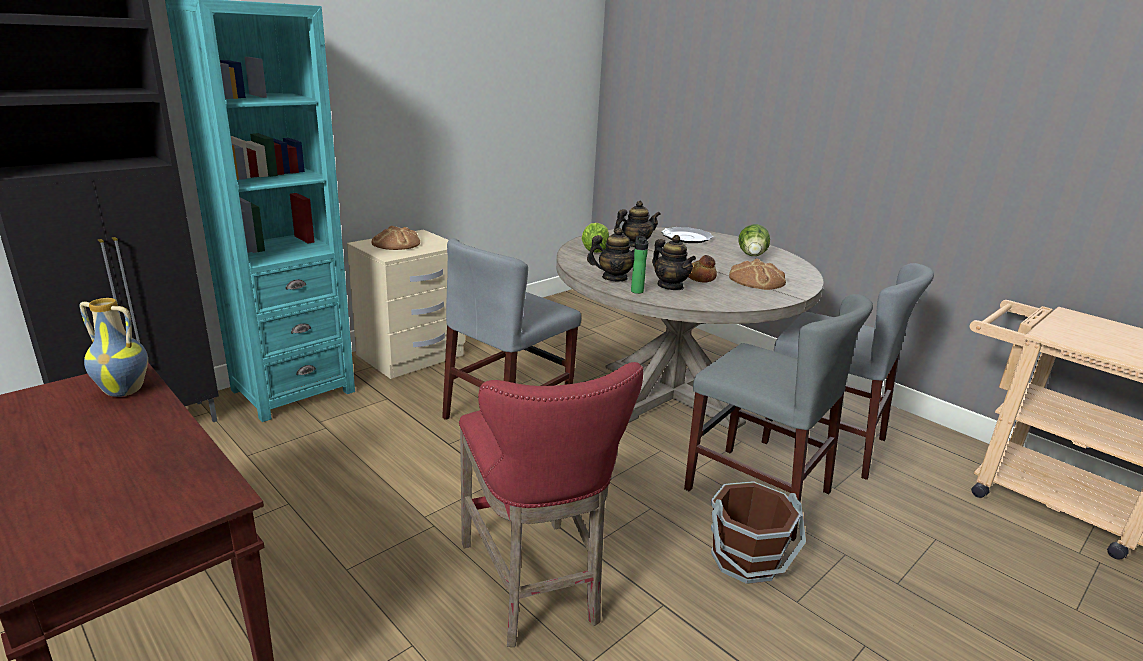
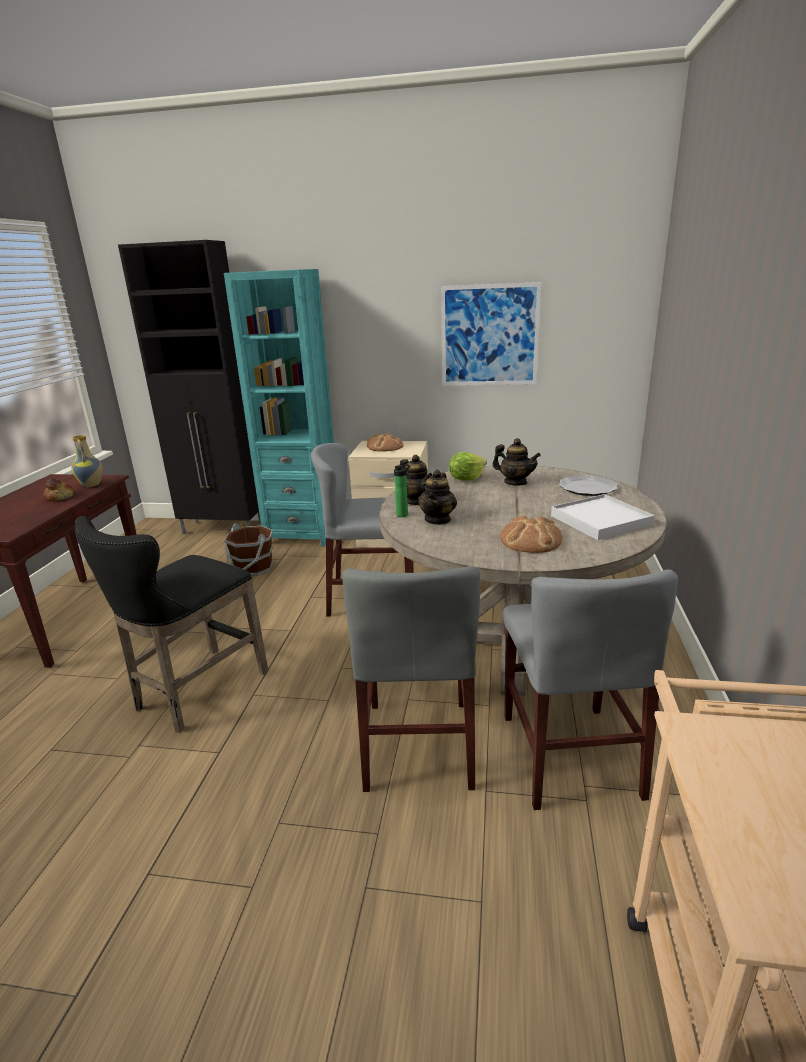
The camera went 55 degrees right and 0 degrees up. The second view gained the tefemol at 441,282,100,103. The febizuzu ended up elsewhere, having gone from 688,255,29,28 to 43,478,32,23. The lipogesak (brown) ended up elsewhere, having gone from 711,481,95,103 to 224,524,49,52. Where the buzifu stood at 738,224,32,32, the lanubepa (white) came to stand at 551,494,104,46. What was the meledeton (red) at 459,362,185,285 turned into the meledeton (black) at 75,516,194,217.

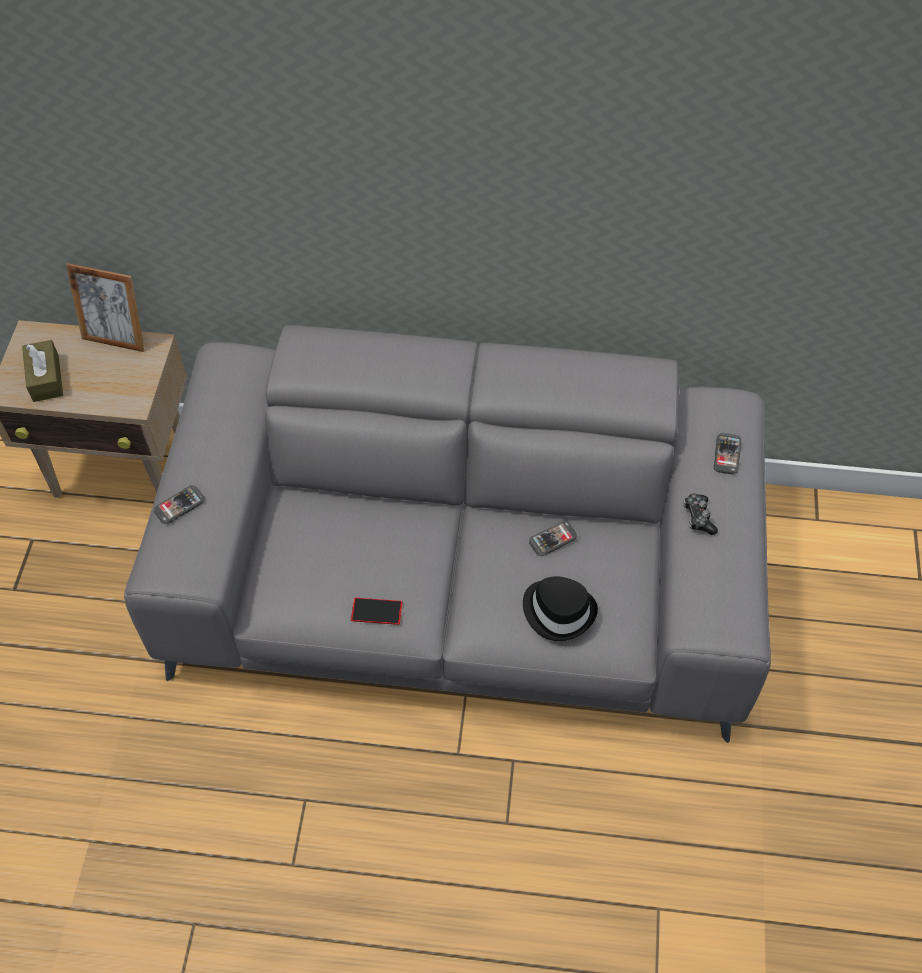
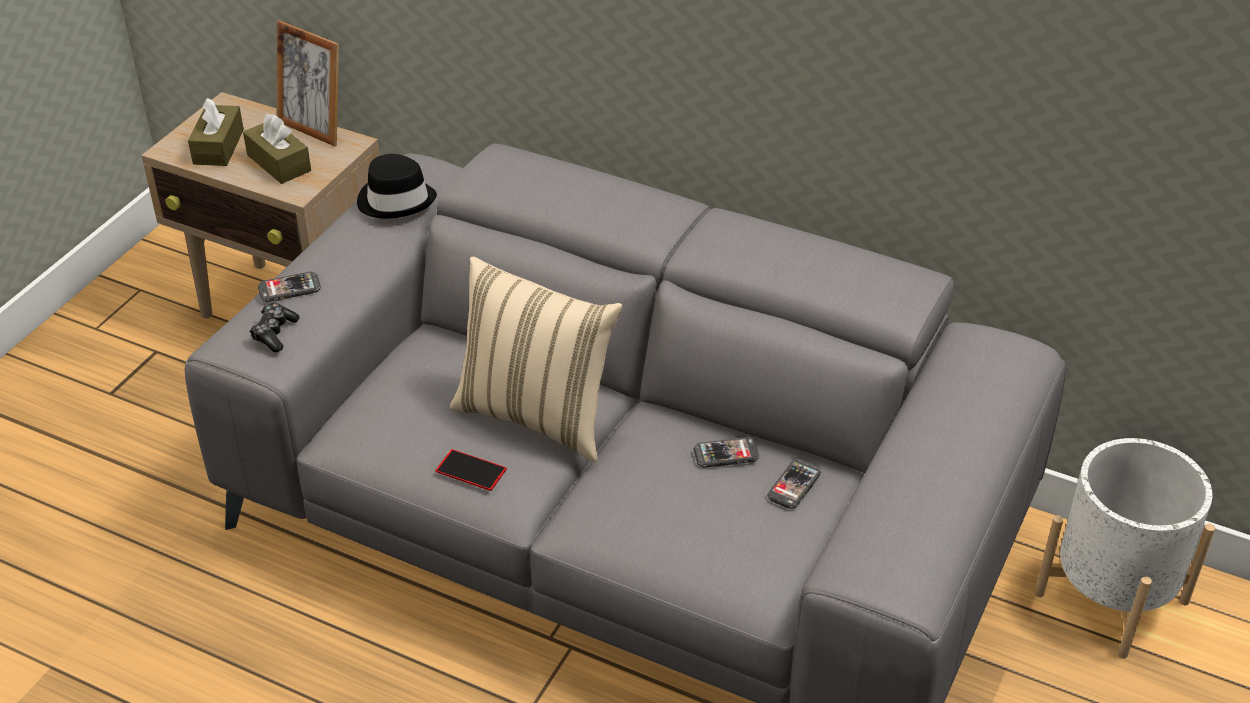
The camera went 20 degrees right and 15 degrees down. The second view gained the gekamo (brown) at 243,114,68,70. The second view gained the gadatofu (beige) at 450,256,172,206. The second view gained the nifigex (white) at 1034,438,181,221. The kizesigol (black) ended up elsewhere, having gone from 523,576,75,65 to 357,154,80,65. The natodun ended up elsewhere, having gone from 683,494,35,41 to 249,303,51,49. The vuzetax ended up elsewhere, having gone from 714,433,27,42 to 767,459,54,50.

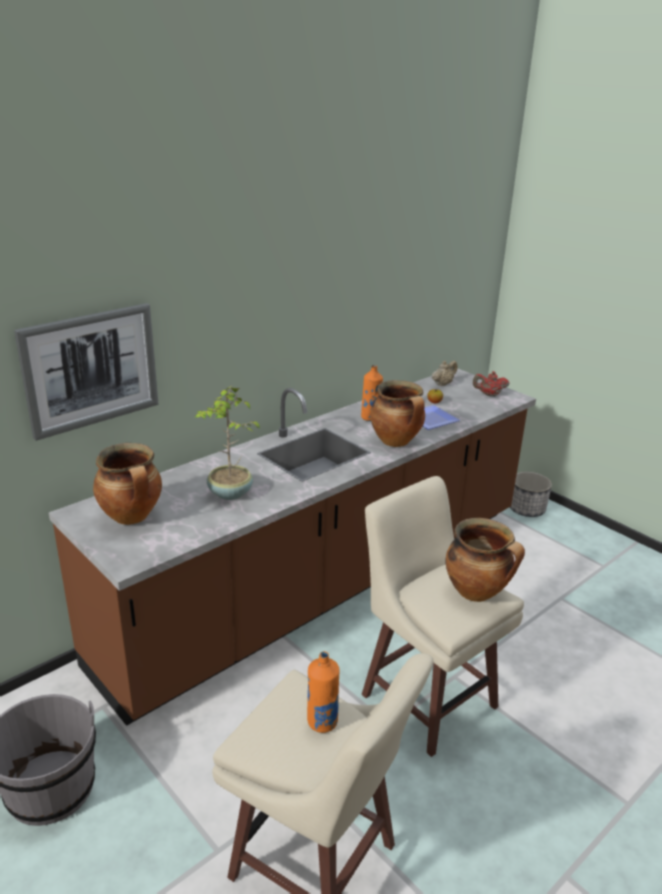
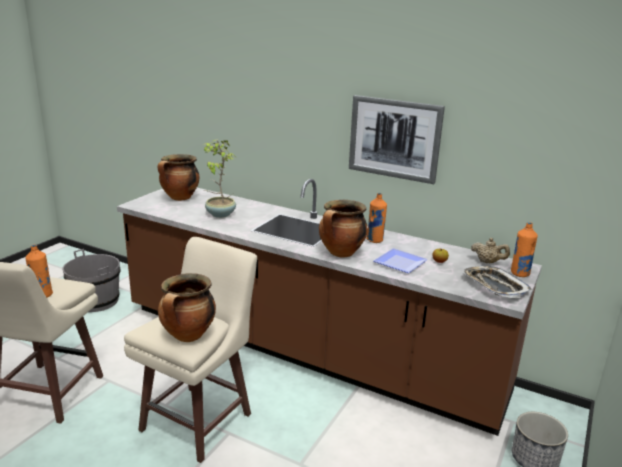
The camera went 70 degrees right and 5 degrees down. The second view gained the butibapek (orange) at 511,222,27,55. The tefemol ended up elsewhere, having gone from 14,303,145,138 to 349,95,96,89. Where the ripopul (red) stood at 473,371,36,26, the lanubepa came to stand at 462,266,70,32.

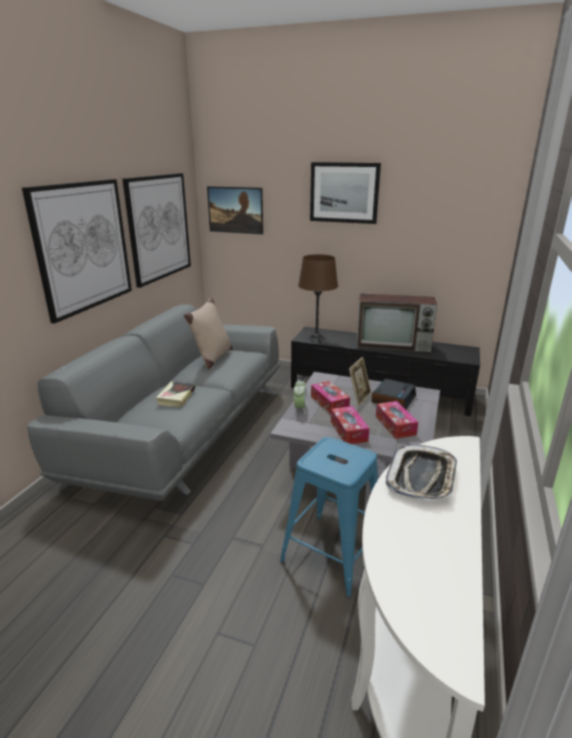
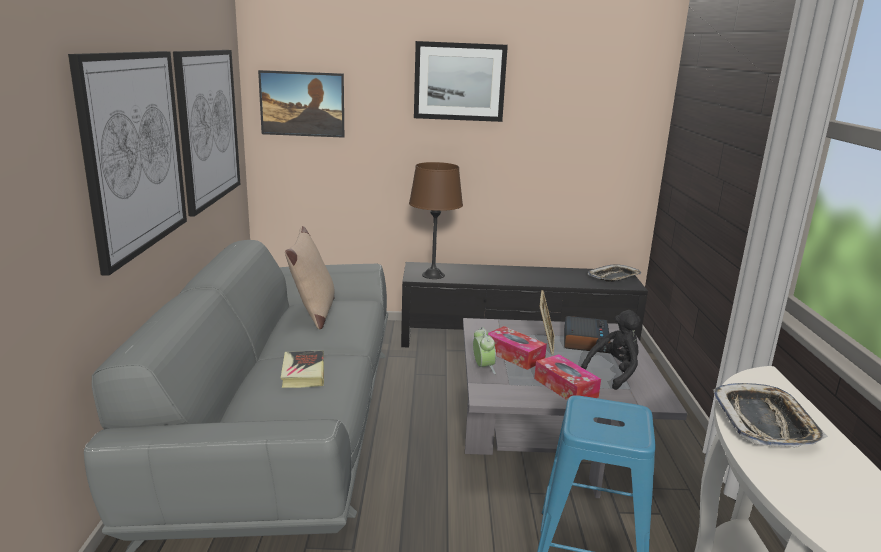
The camera went 20 degrees left and 5 degrees down. The second view lost the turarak at 356,293,81,59. The second view gained the lanubepa at 588,264,53,18. Where the gekamo stood at 376,401,42,38, the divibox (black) came to stand at 581,310,60,80.

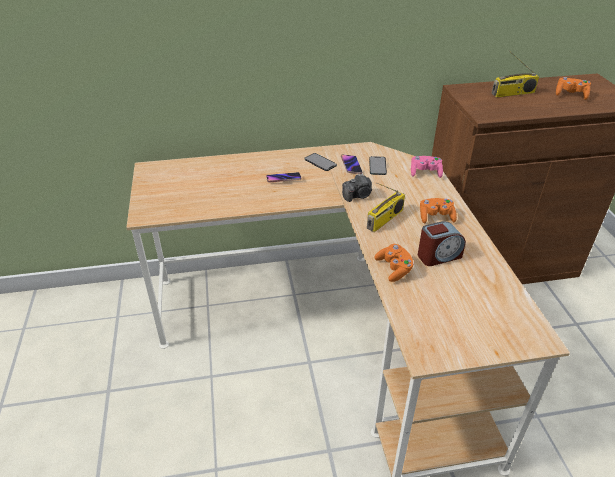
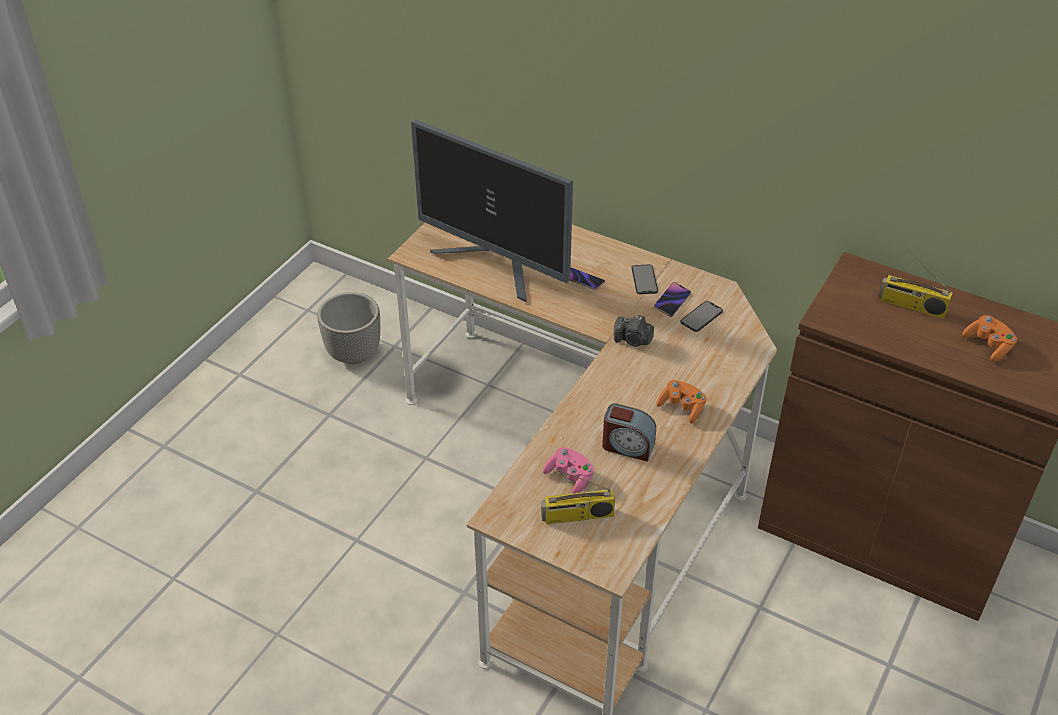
The camera went 40 degrees right and 5 degrees up. The second view lost the natodun (orange) at 375,244,39,38. The second view gained the nifigex at 317,292,63,72. The second view gained the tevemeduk at 411,119,162,184. The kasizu ended up elsewhere, having gone from 367,183,38,49 to 541,469,74,55. The natodun (pink) ended up elsewhere, having gone from 411,156,32,22 to 543,447,51,47.

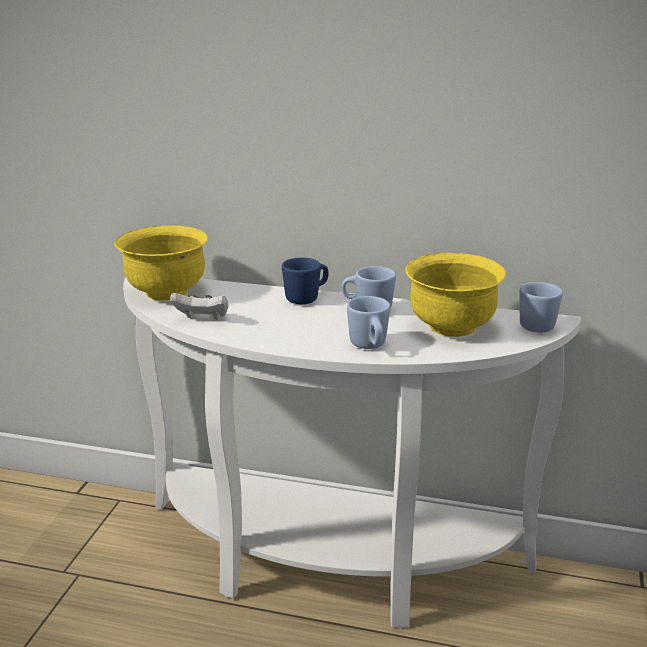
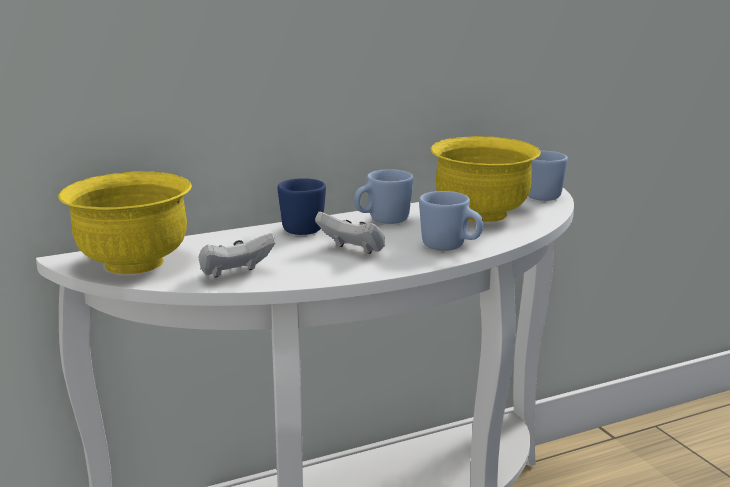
The camera went 40 degrees left and 5 degrees down. The second view gained the natodun (white) at 315,212,70,42.

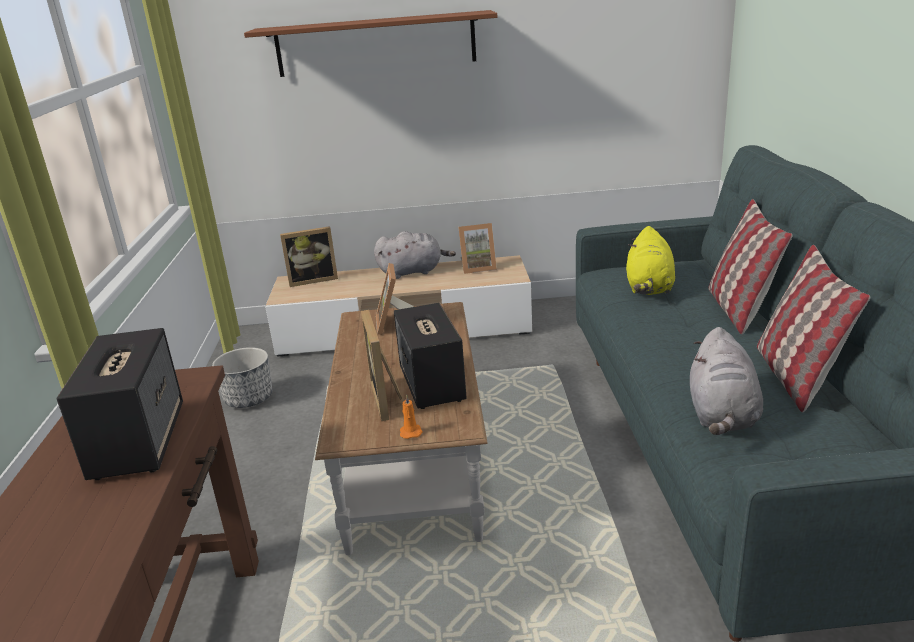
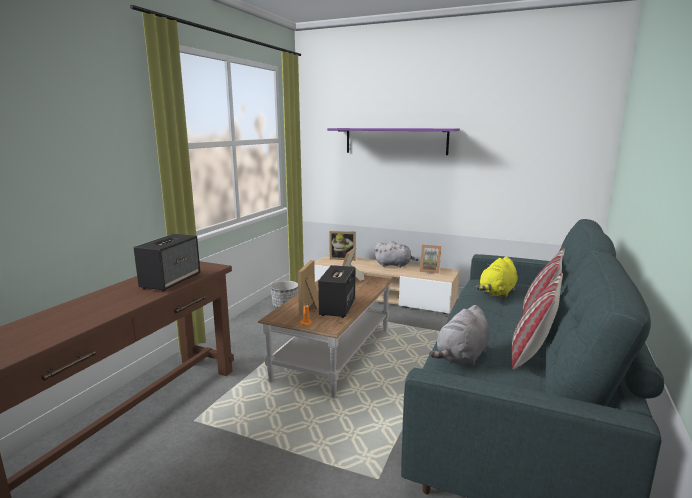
The camera went 25 degrees right and 10 degrees down. What was the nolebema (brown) at 244,10,253,67 turned into the nolebema (purple) at 327,128,133,27.

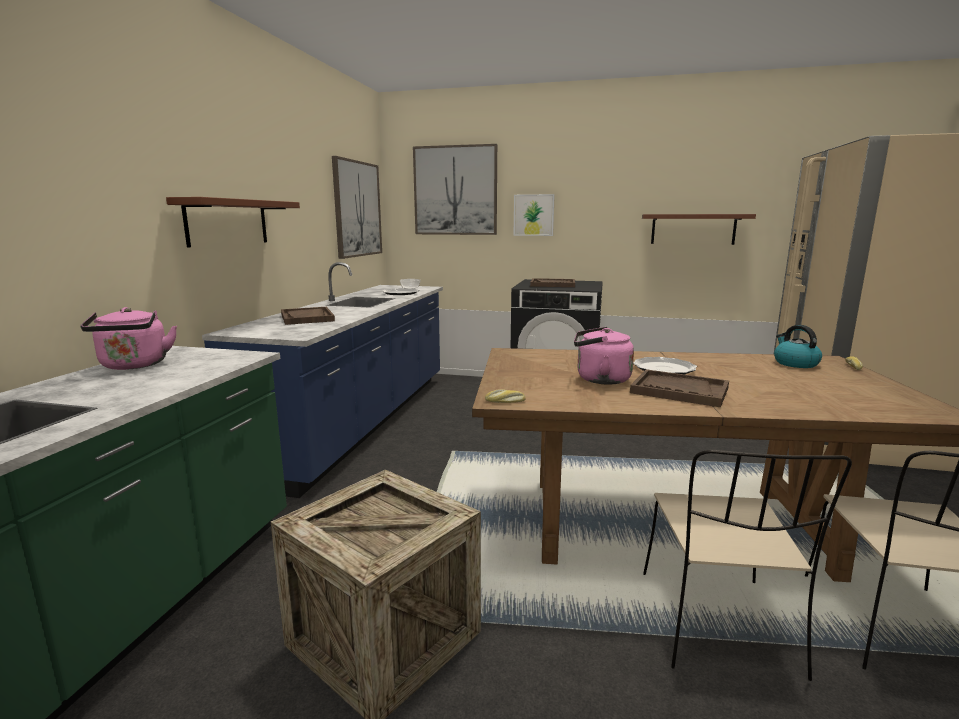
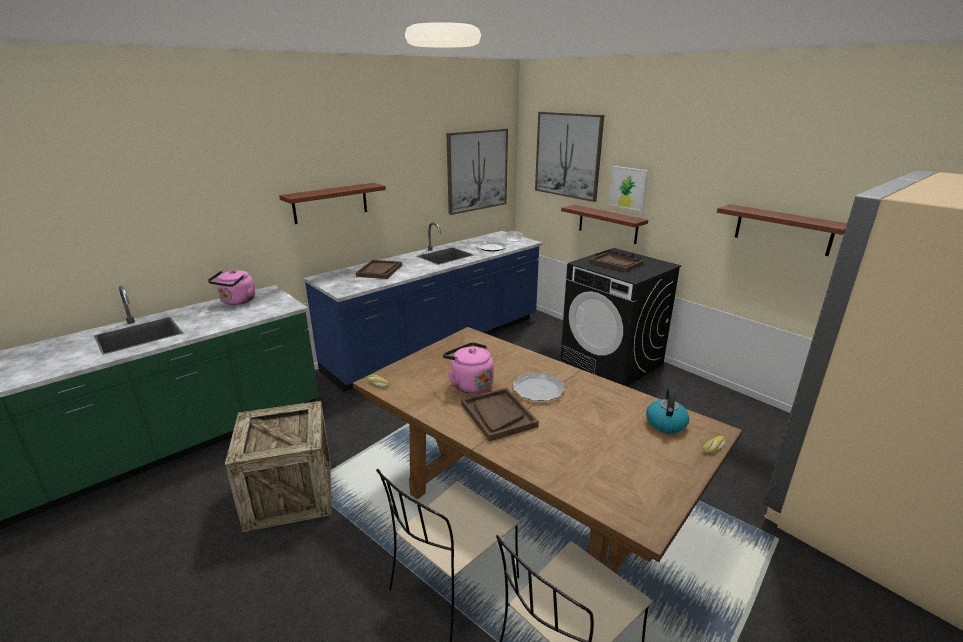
The camera went 35 degrees right and 10 degrees up. The second view gained the nolebema (brown) at 561,205,87,39.

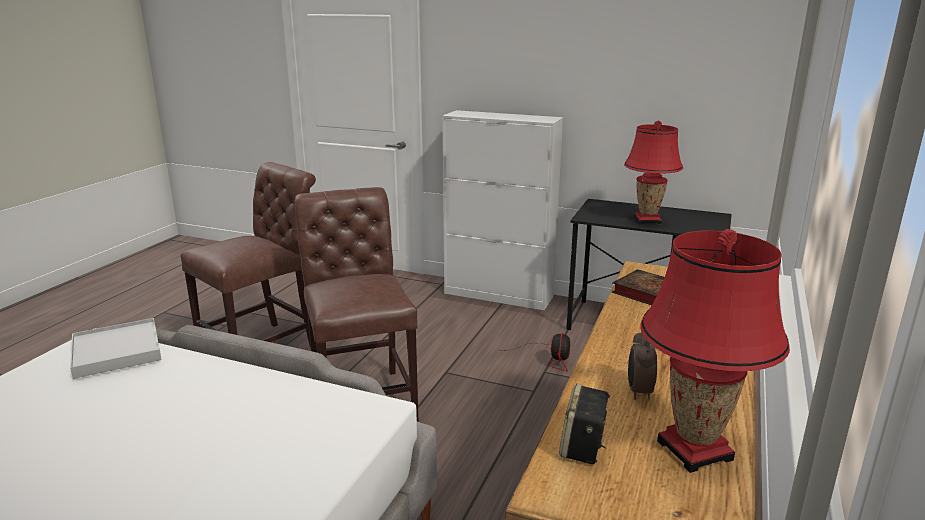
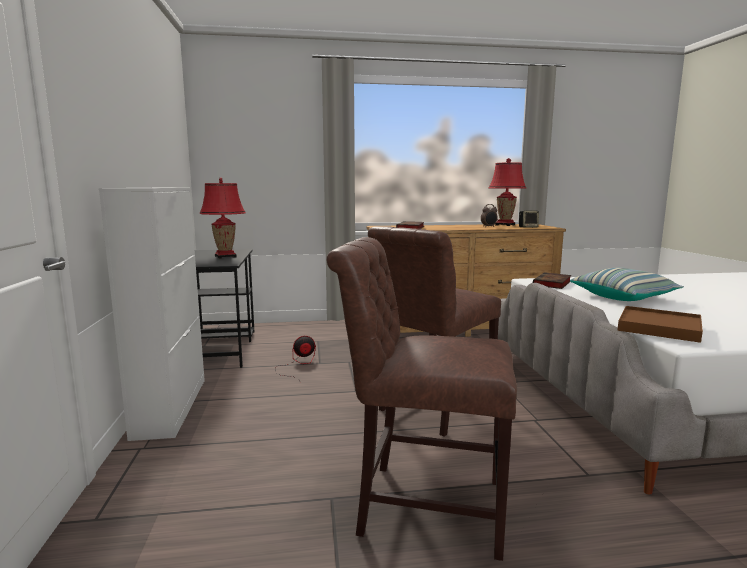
The camera went 120 degrees left and 10 degrees down. The second view gained the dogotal at 533,272,38,17. The second view gained the gadatofu at 570,268,114,33. What was the lanubepa (white) at 70,318,92,61 turned into the lanubepa (brown) at 617,306,86,37.

